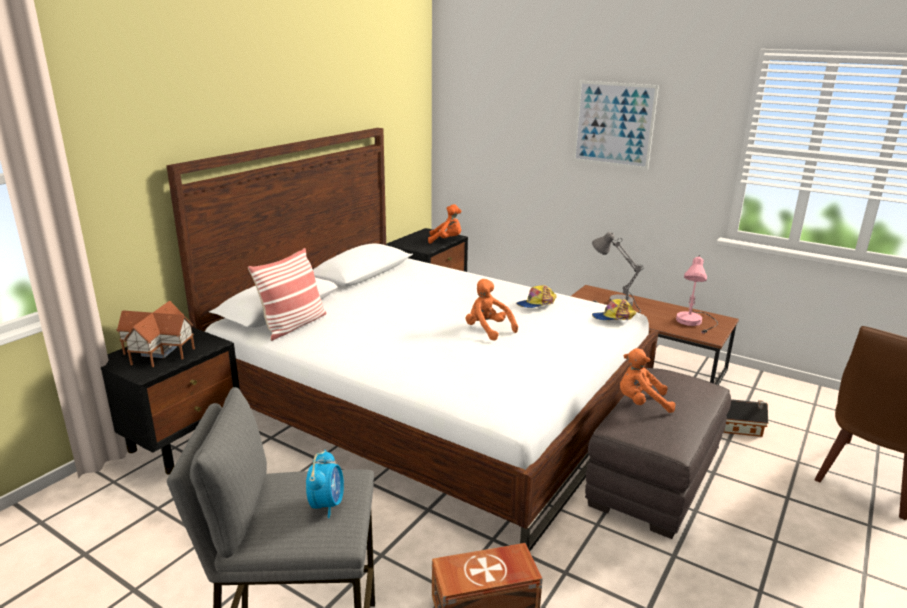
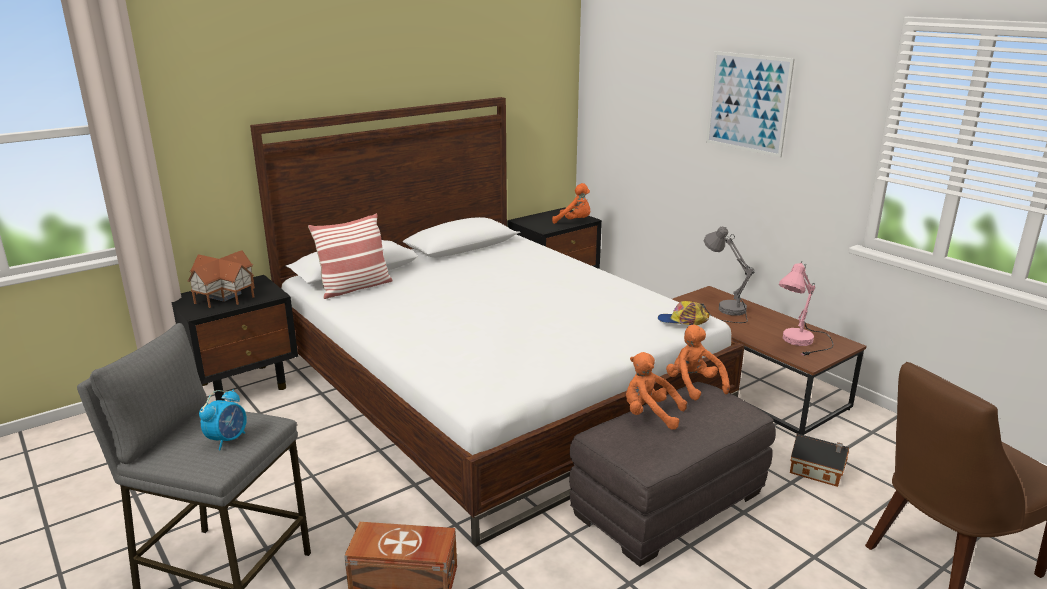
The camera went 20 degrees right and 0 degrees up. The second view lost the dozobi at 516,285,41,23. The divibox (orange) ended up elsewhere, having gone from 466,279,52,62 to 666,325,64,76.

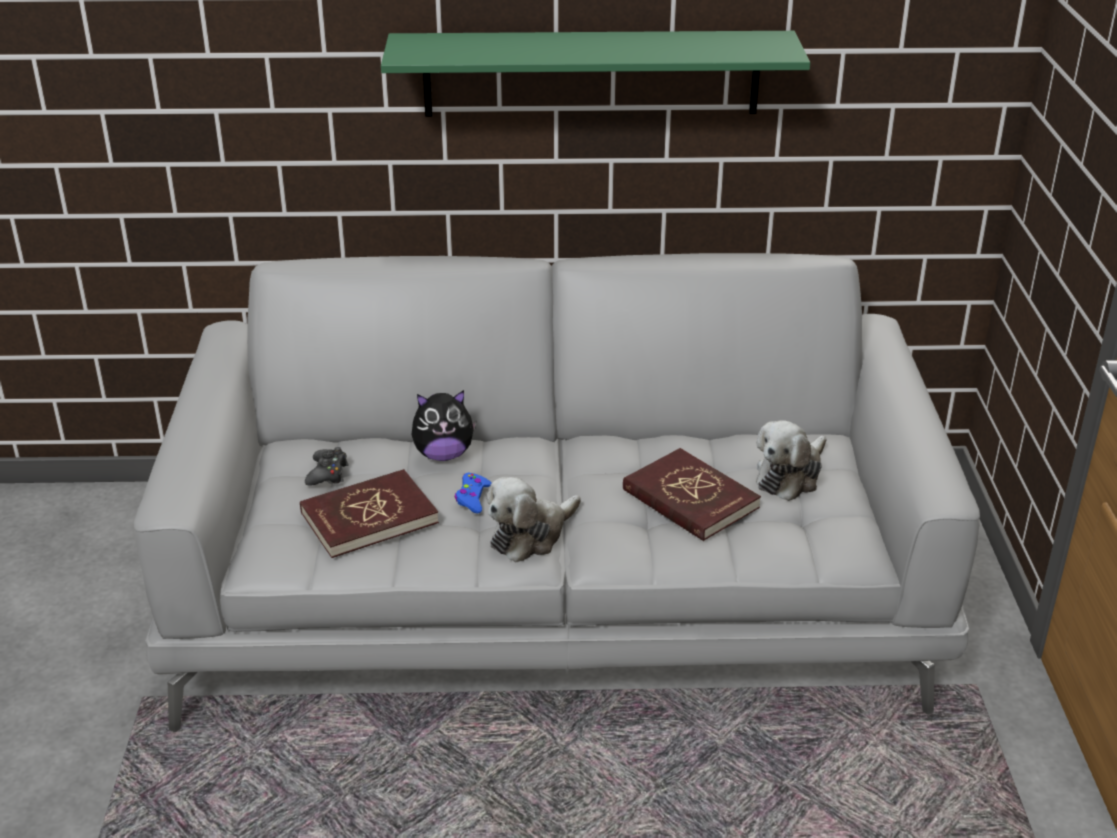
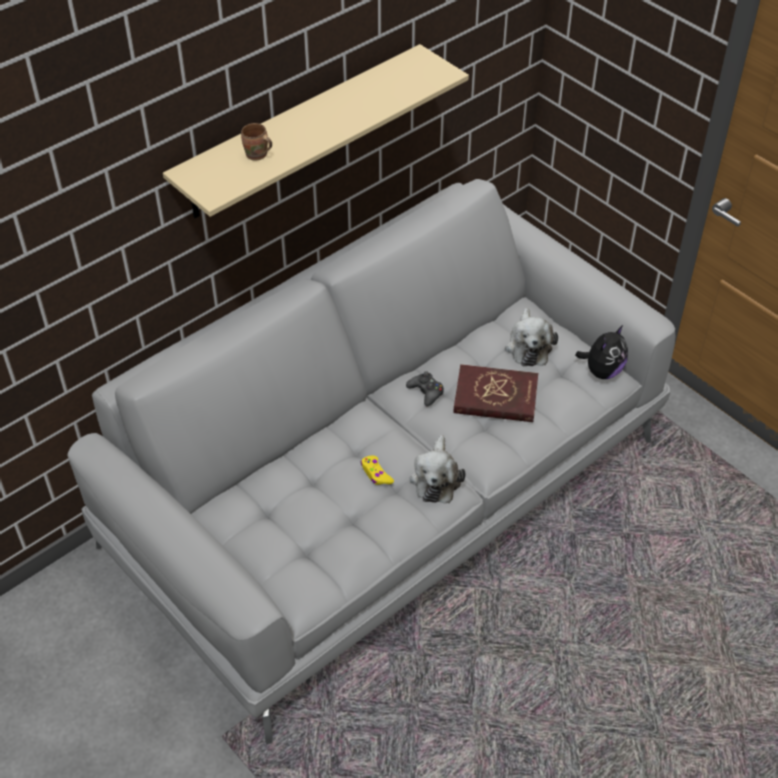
The camera went 40 degrees left and 15 degrees up. The second view lost the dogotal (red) at 300,469,139,89. The second view gained the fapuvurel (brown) at 241,123,31,38. The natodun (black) ended up elsewhere, having gone from 305,447,44,39 to 406,371,38,35. The divibox ended up elsewhere, having gone from 411,390,66,71 to 575,325,53,54. What was the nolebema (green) at 381,31,429,86 turned into the nolebema (beige) at 163,44,306,174. What was the natodun (blue) at 455,473,37,40 turned into the natodun (yellow) at 361,455,33,30.

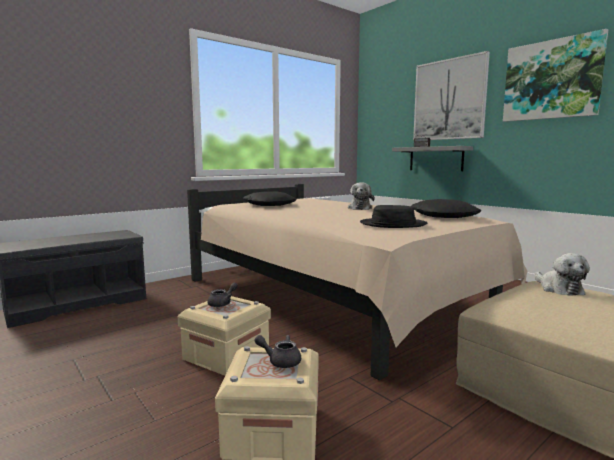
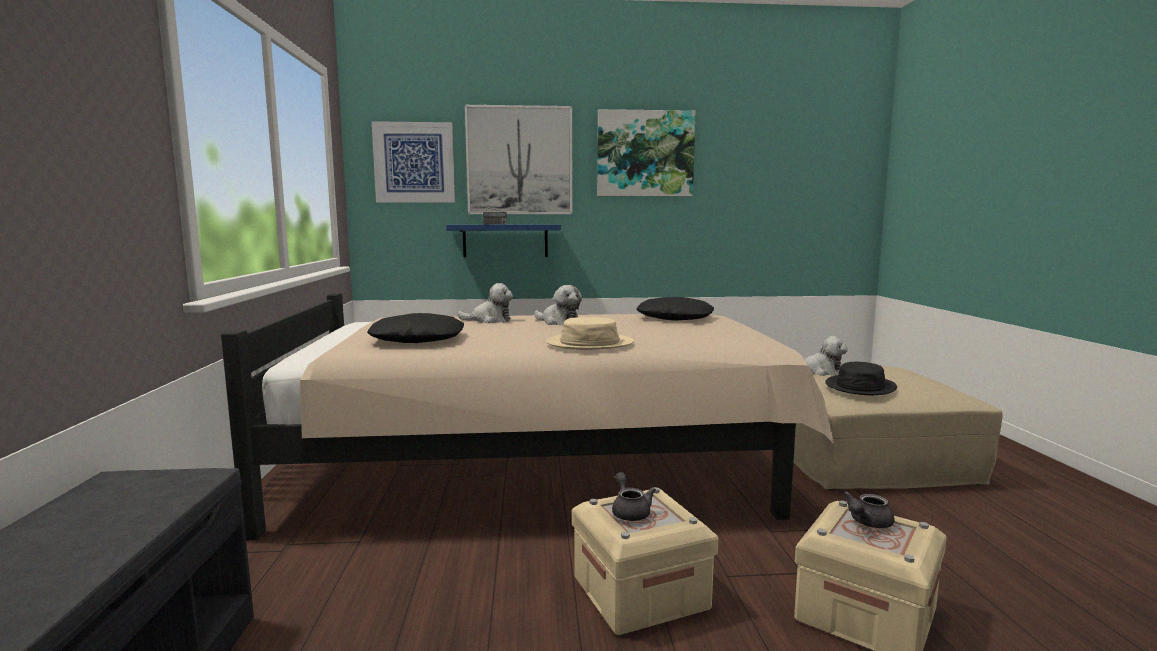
The camera went 55 degrees left and 0 degrees up. The second view gained the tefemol at 372,121,83,82. The second view gained the divibox at 457,283,56,40. The second view gained the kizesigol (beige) at 546,317,88,33. The kizesigol (black) ended up elsewhere, having gone from 360,205,67,23 to 825,362,72,33. What was the nolebema (grey) at 392,146,81,25 turned into the nolebema (blue) at 446,224,115,33.

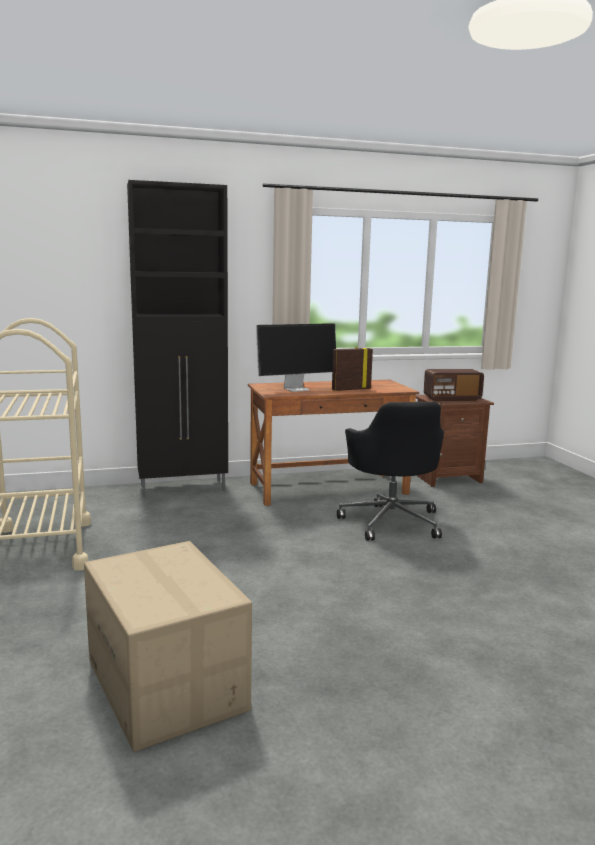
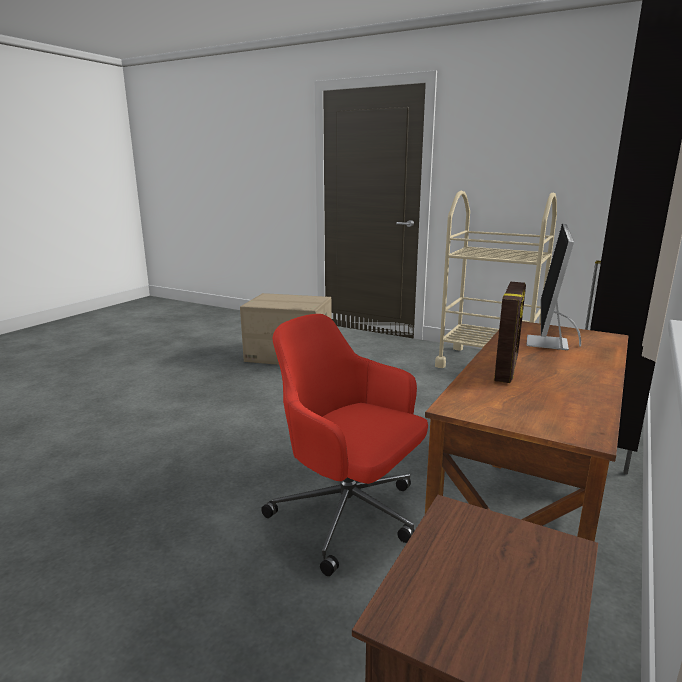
The camera went 135 degrees right and 5 degrees up. The second view lost the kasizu at 424,369,60,32. What was the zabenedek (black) at 337,402,107,139 turned into the zabenedek (red) at 261,314,167,262.

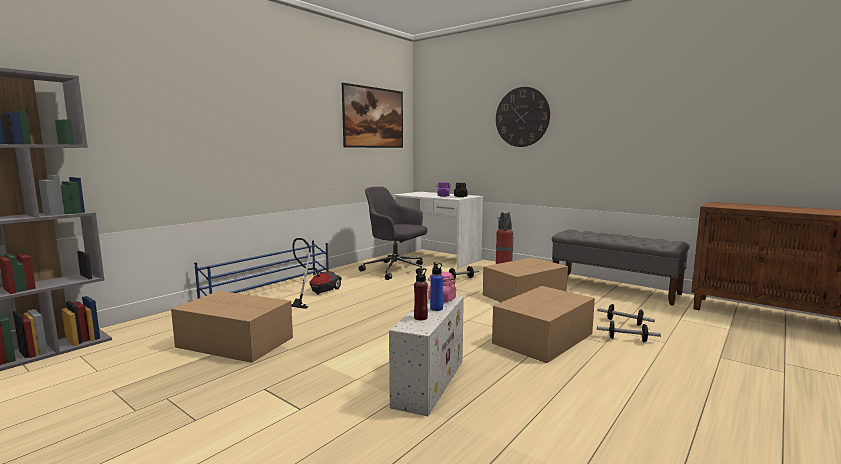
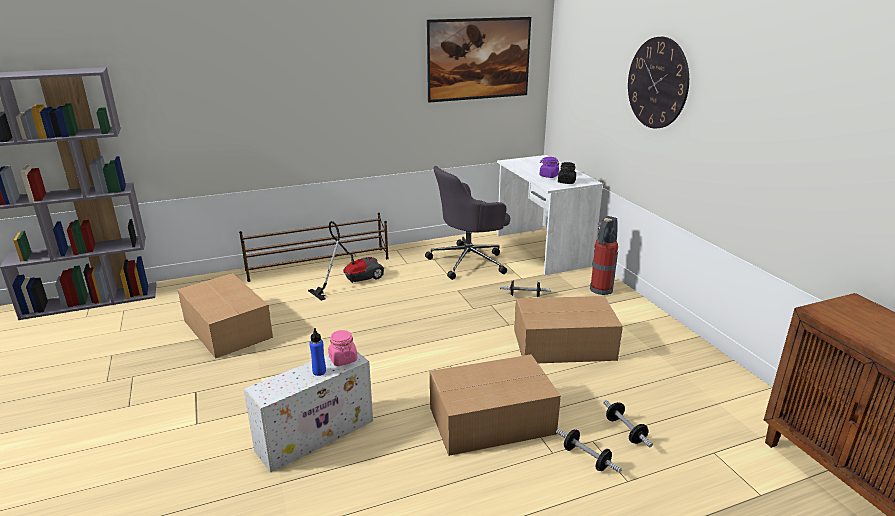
The camera went 30 degrees right and 15 degrees up. The second view lost the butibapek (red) at 414,268,14,52. The second view lost the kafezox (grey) at 552,229,138,77. What was the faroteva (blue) at 194,240,135,59 turned into the faroteva (brown) at 239,213,150,69. The zabenedek (grey) at 359,186,68,94 ended up facing another way, 90 degrees counterclockwise from before.

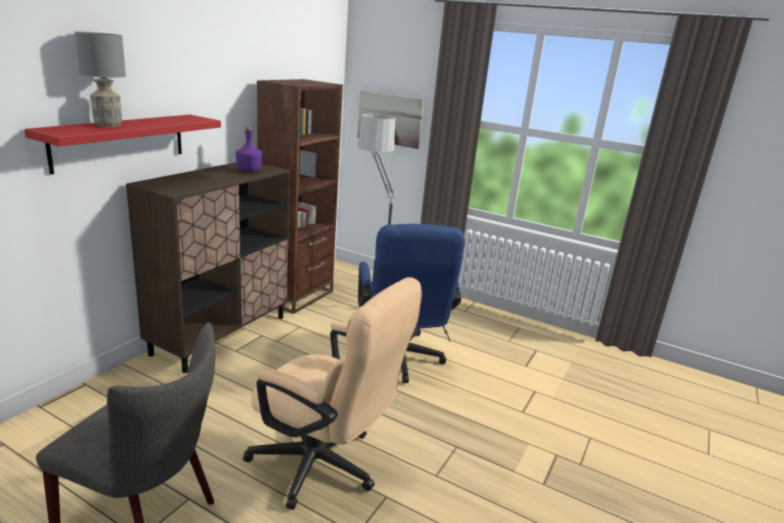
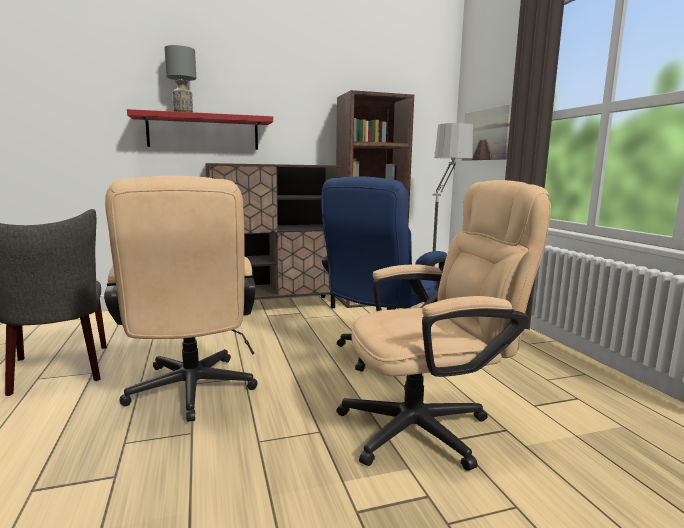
The camera went 45 degrees right and 10 degrees down. The second view lost the butibapek (purple) at 236,126,27,46. The second view gained the zabenedek (beige) at 336,180,215,291.

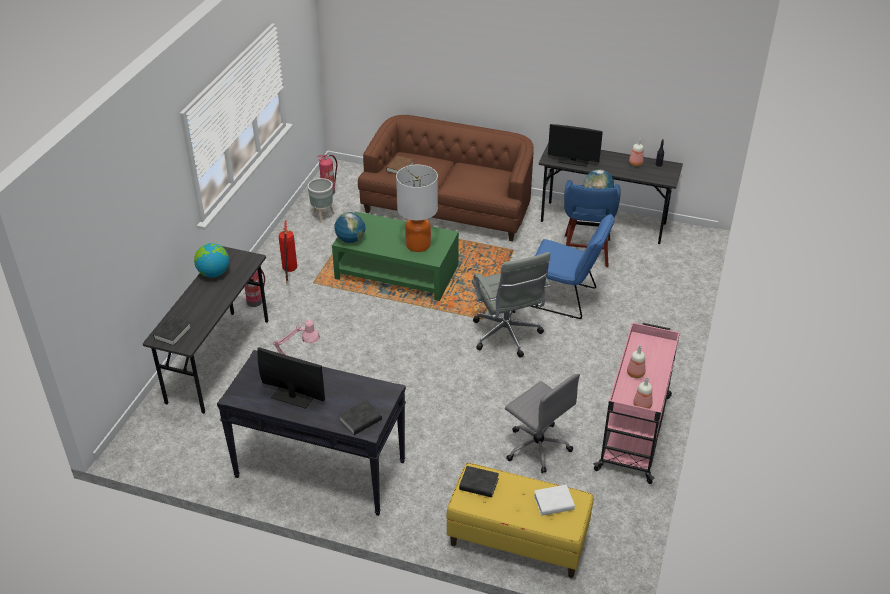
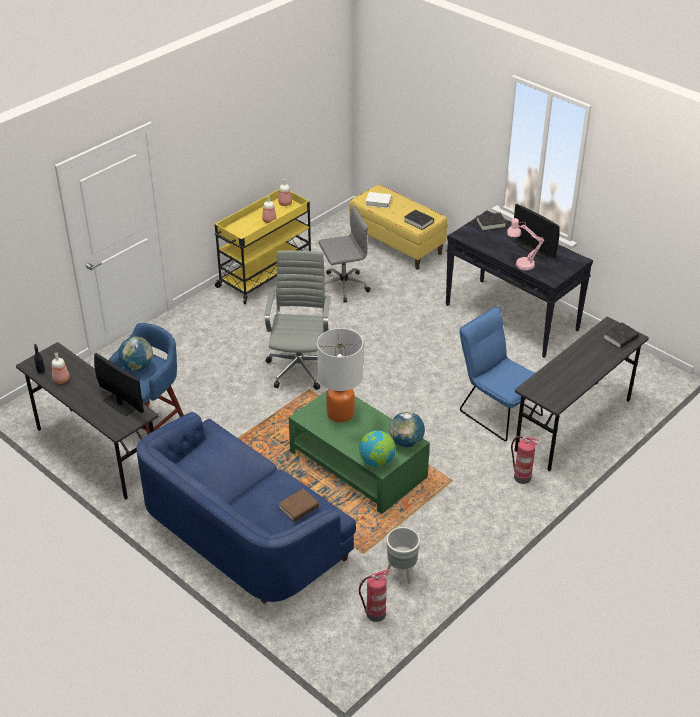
The camera went 155 degrees left and 0 degrees up. The second view lost the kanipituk at 279,221,18,64. The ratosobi ended up elsewhere, having gone from 194,243,35,34 to 359,430,37,37. The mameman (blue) ended up elsewhere, having gone from 530,214,84,105 to 459,307,84,134. What was the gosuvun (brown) at 358,115,176,126 turned into the gosuvun (blue) at 136,412,220,192. What was the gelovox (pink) at 593,323,87,161 turned into the gelovox (yellow) at 215,189,96,115. The zabenedek (grey) at 505,374,75,99 ended up facing another way, 90 degrees clockwise from before.

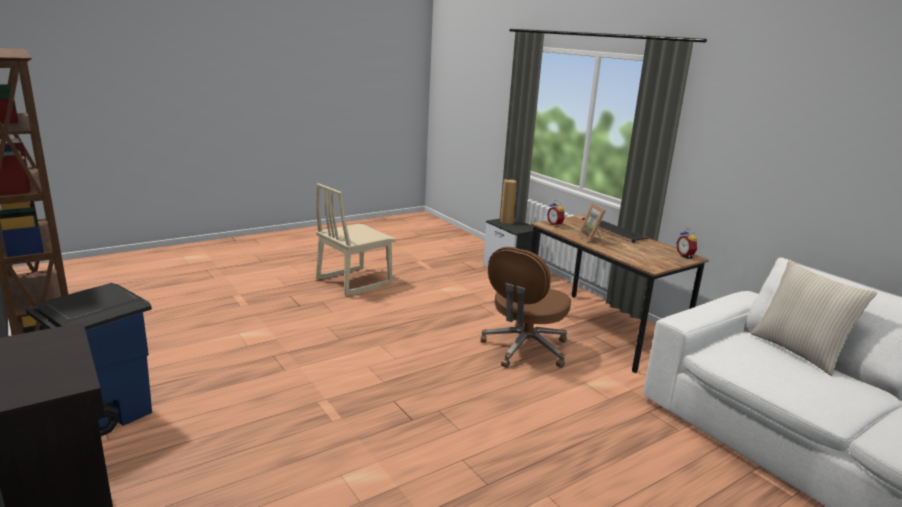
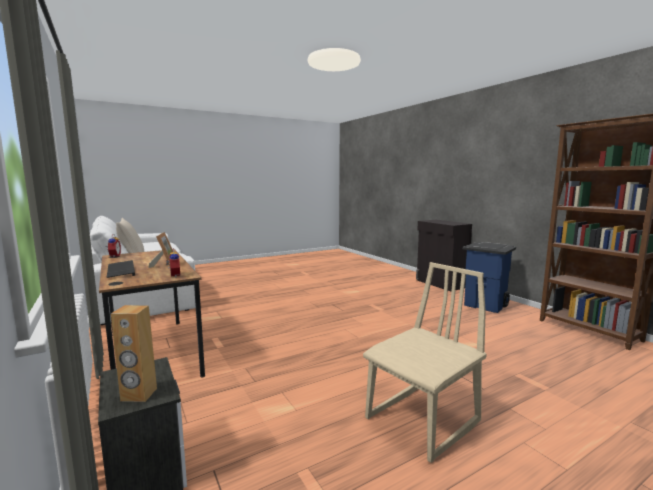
The camera went 175 degrees left and 10 degrees down. The second view lost the zabenedek (brown) at 481,247,90,121.

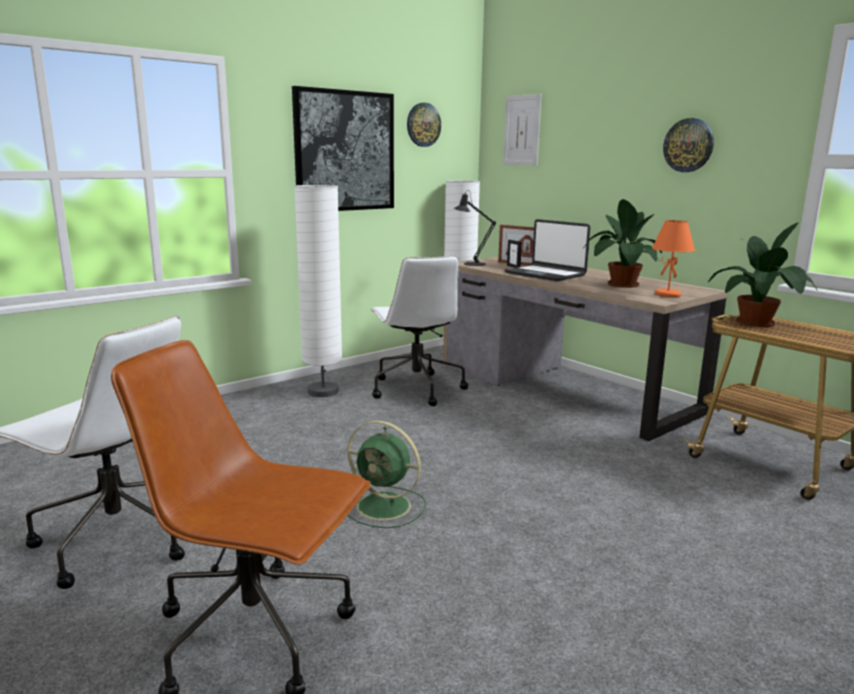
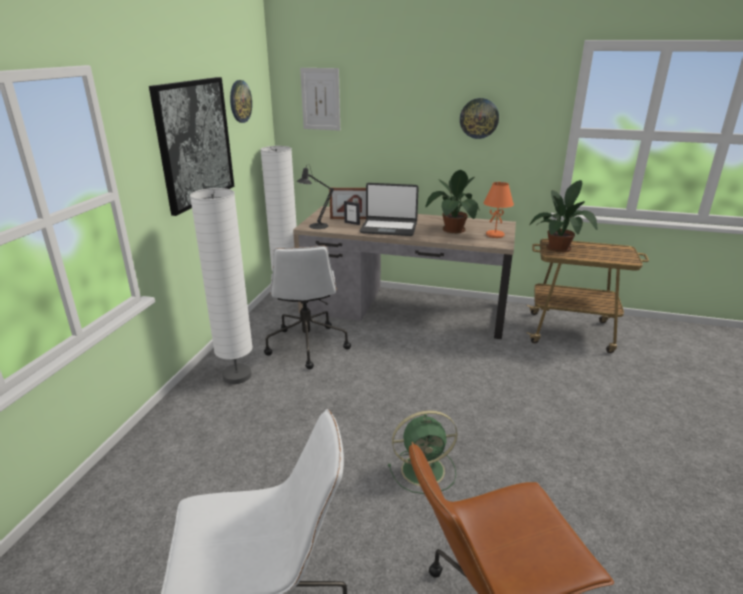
The camera went 35 degrees left and 10 degrees up. The zabenedek (white) at 370,256,98,150 ended up facing another way, 45 degrees clockwise from before.

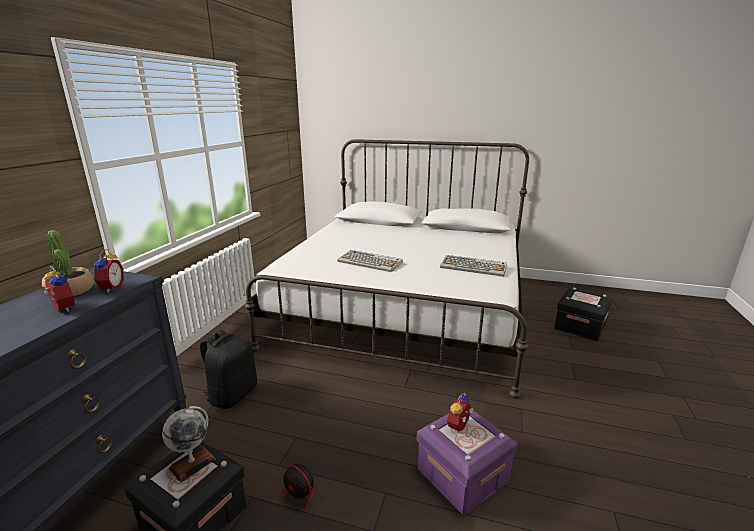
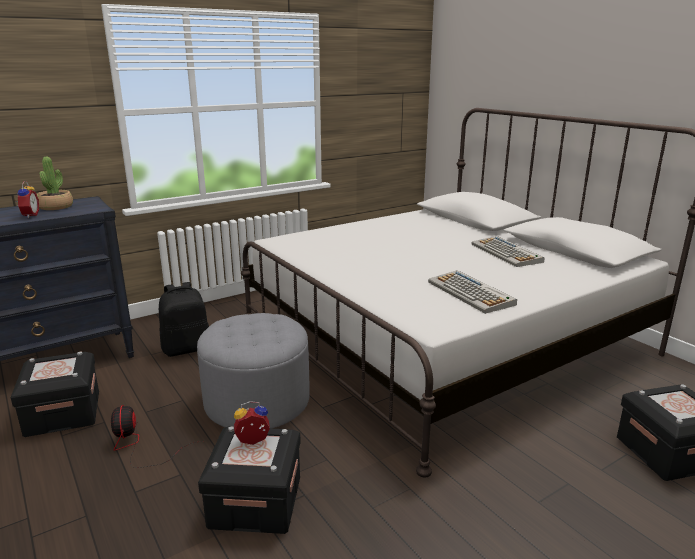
The camera went 40 degrees right and 0 degrees up. The second view lost the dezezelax at 93,249,31,44. The second view lost the ratosobi at 162,406,54,77. The second view gained the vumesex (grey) at 197,313,113,116. The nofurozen ended up elsewhere, having gone from 337,250,66,22 to 472,236,72,31. What was the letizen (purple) at 417,410,101,105 turned into the letizen (black) at 198,426,103,108.

